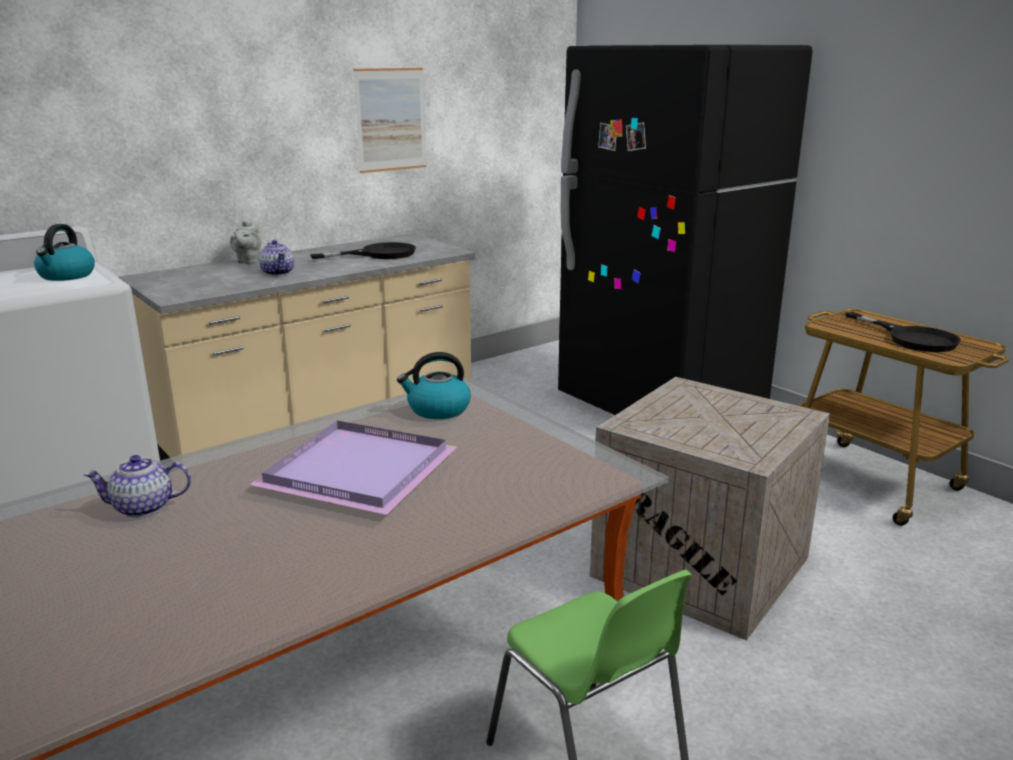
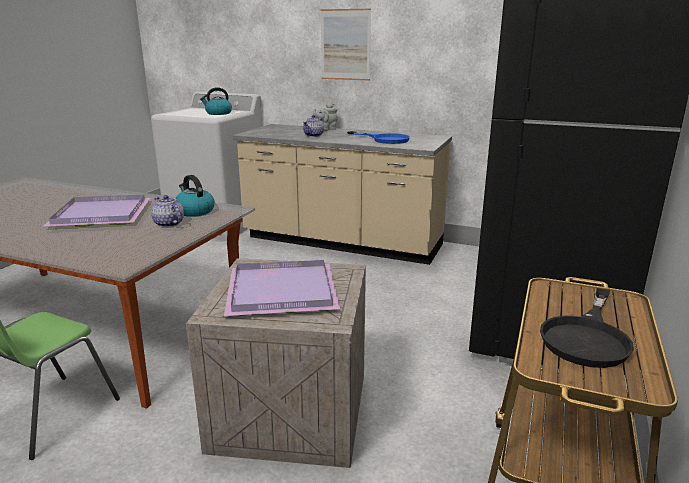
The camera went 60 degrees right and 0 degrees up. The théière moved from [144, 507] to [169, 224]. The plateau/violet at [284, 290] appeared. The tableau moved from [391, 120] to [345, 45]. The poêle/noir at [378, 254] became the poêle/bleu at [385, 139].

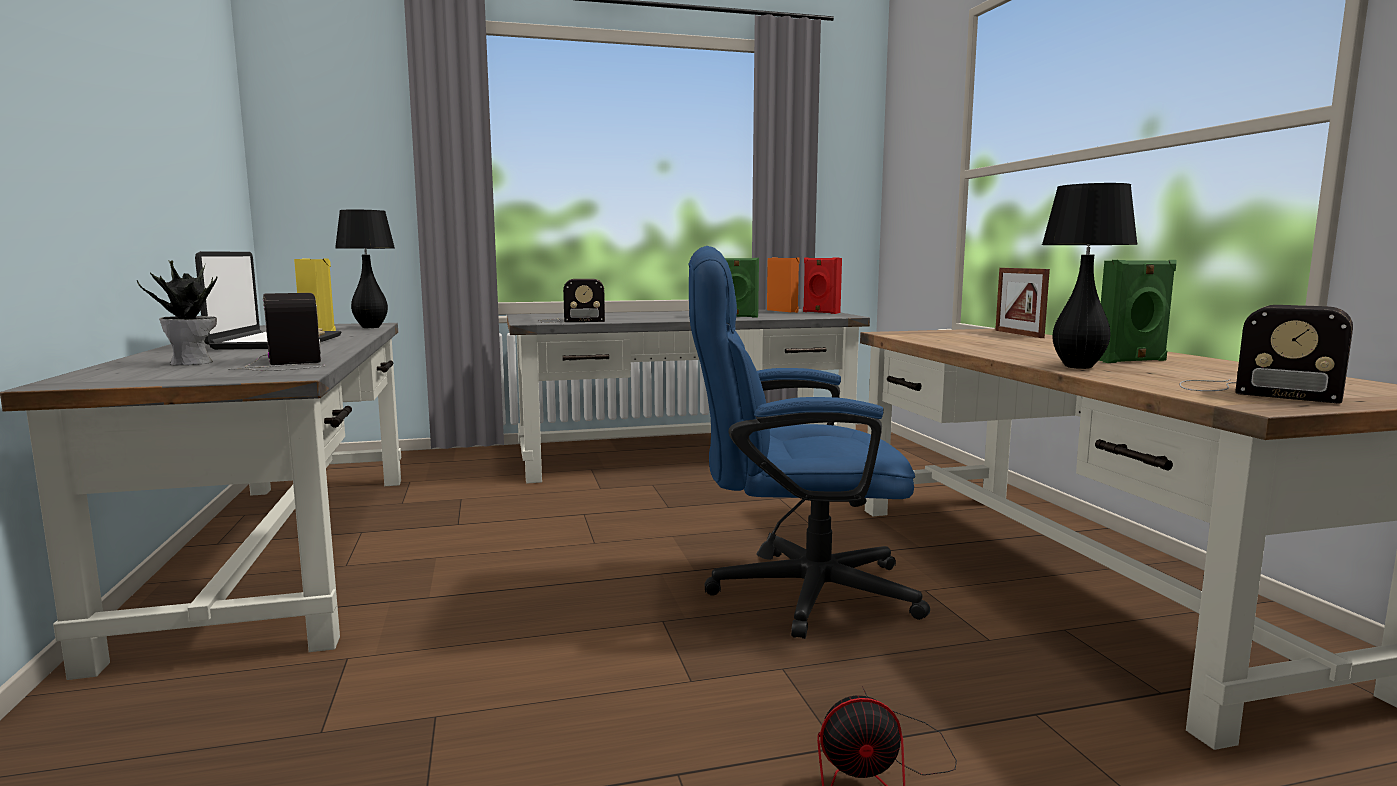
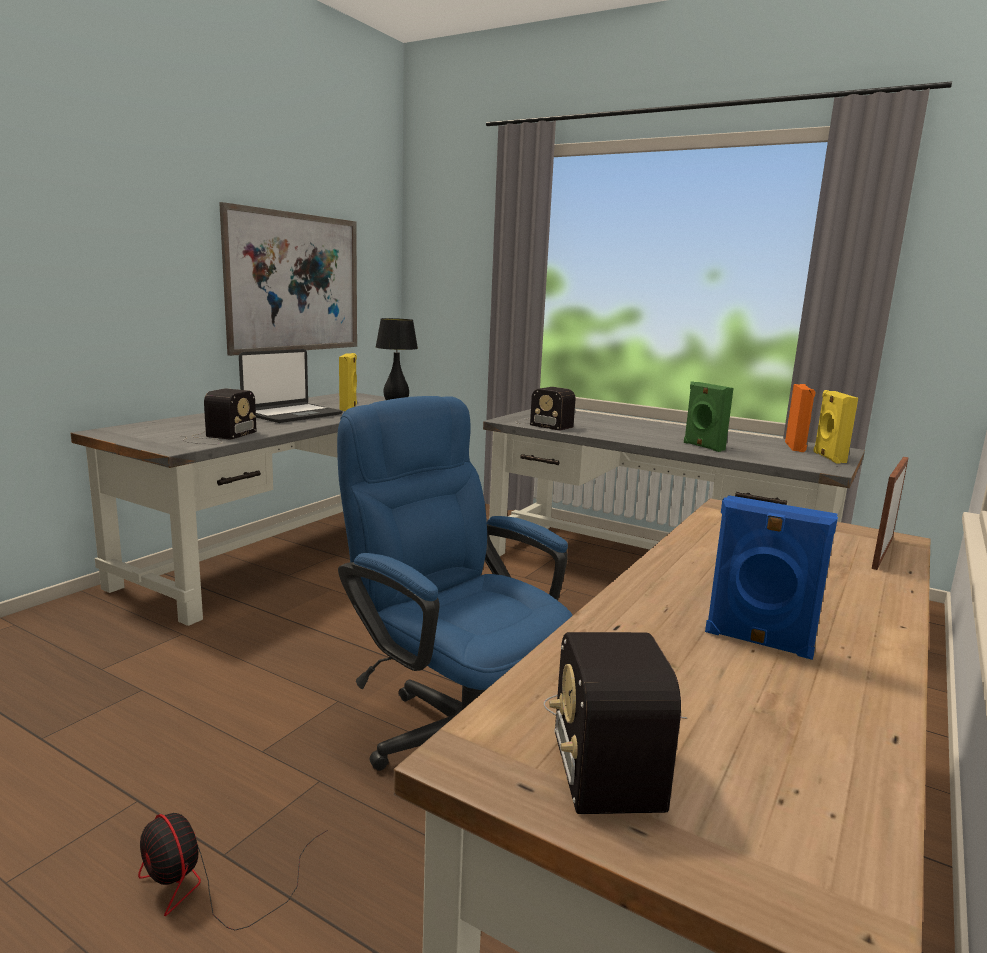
The camera went 45 degrees right and 5 degrees up. The tableau at [295, 283] appeared. The enceinte/vert at [1133, 361] became the enceinte/bleu at [758, 642]. The enceinte/rouge at [820, 312] became the enceinte/jaune at [828, 457]. The plante en pot at [193, 363] disappeared. The lampe de table/noir at [1078, 367] disappeared.

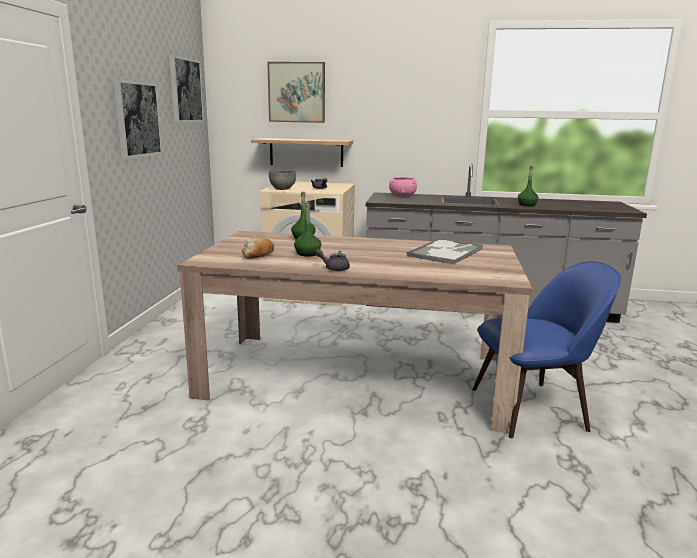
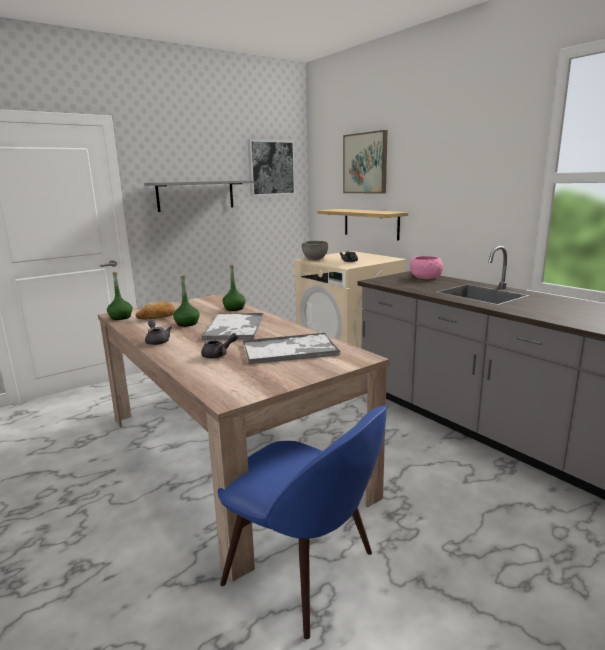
The camera went 45 degrees right and 0 degrees up. The bouteille/vert moved from [527, 205] to [121, 317]. The tableau at [137, 119] was replaced by the étagère/gris at [196, 195]. The plateau at [234, 327] appeared. The théière/gris at [218, 355] appeared.

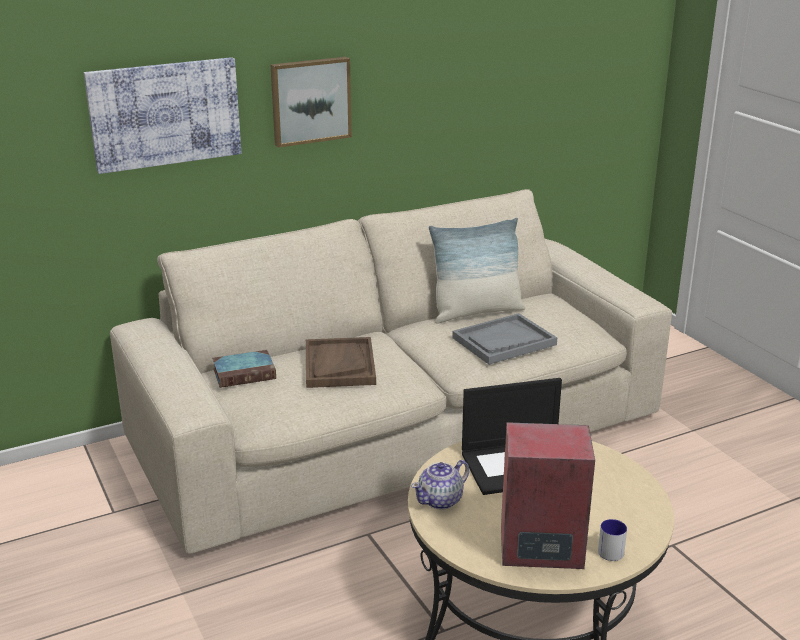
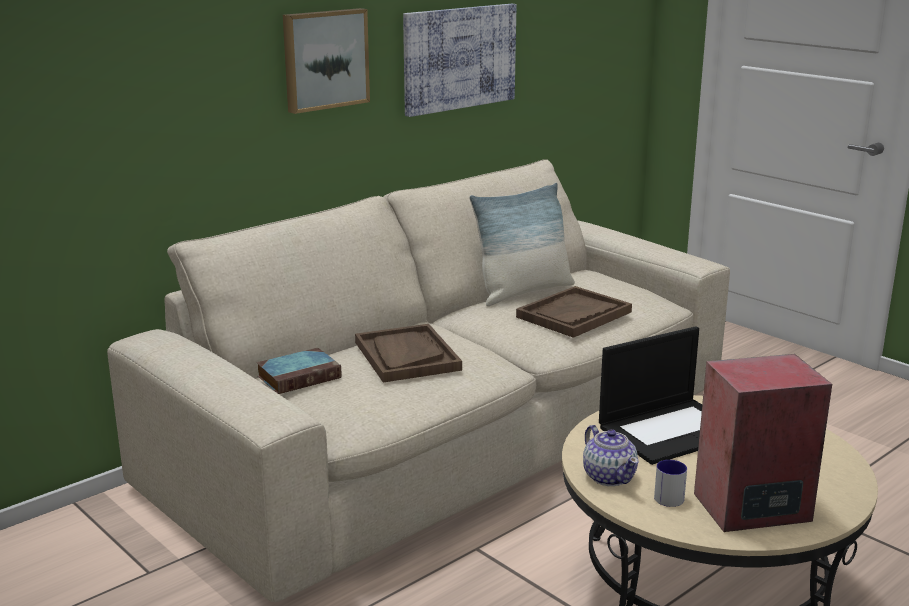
The camera went 15 degrees left and 5 degrees down. The tableau moved from [165, 114] to [459, 58]. The plateau/gris at [504, 341] became the plateau/marron at [574, 315]. The théière at [441, 500] turned 60 degrees counterclockwise. The mug moved from [610, 549] to [667, 495].

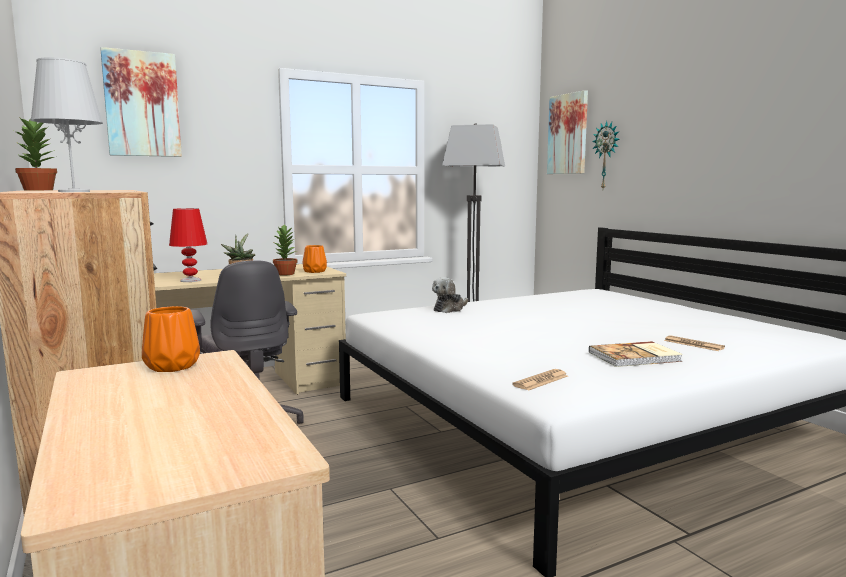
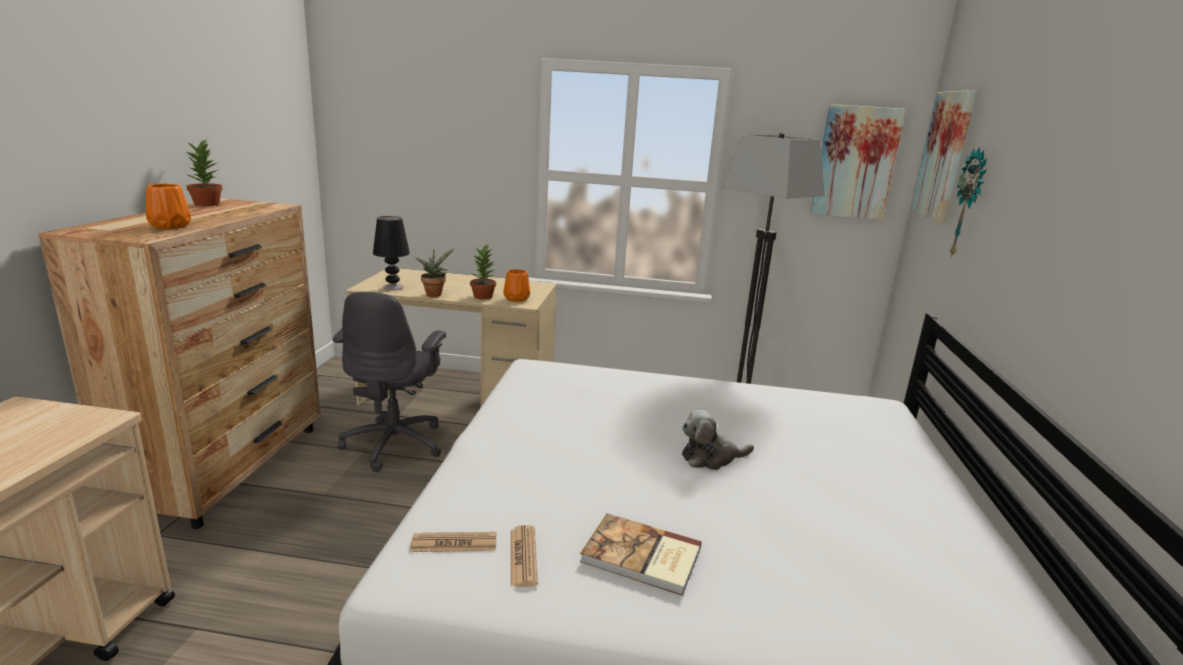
The camera went 35 degrees right and 10 degrees up. The vase/orange moved from [171, 366] to [170, 225]. The lampe de table/rouge at [191, 280] became the lampe de table/noir at [393, 287]. The journal moved from [693, 344] to [523, 556]. The peluche moved from [449, 309] to [711, 457]. The tableau moved from [142, 104] to [855, 162]. The lampe de table/blanc at [74, 191] disappeared.

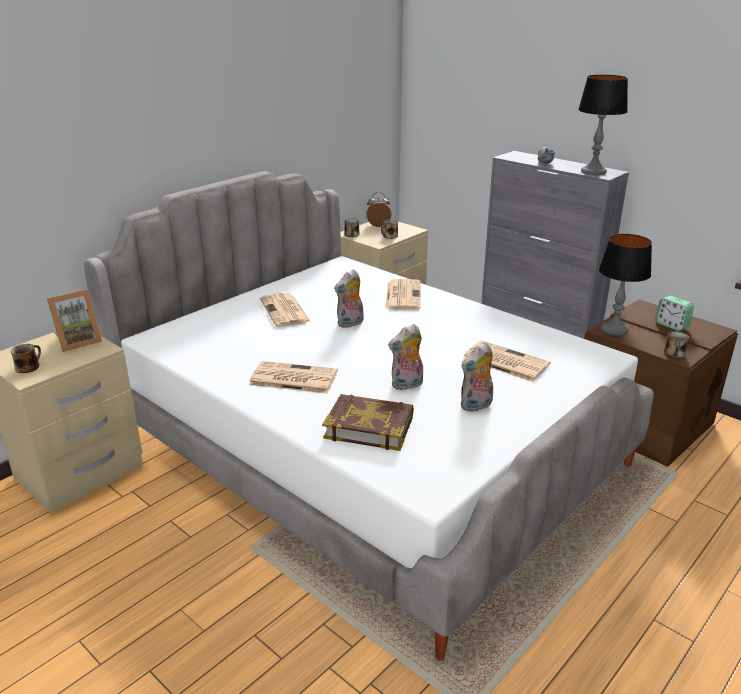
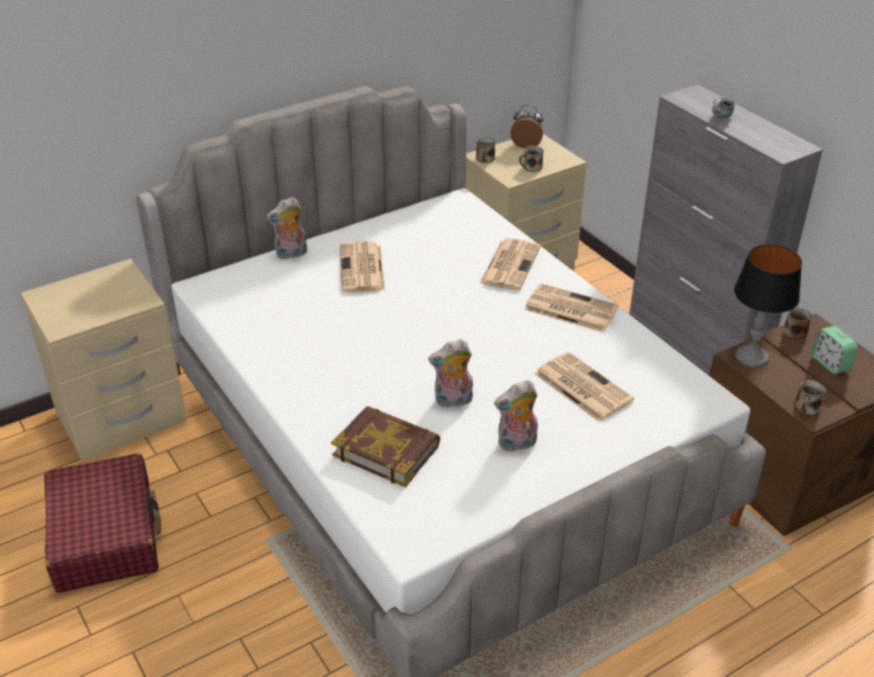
The camera went 15 degrees right and 10 degrees up. The valise/rouge at [105, 535] appeared. The peluche moved from [350, 323] to [291, 254]. The journal moved from [292, 378] to [569, 308]. The mug moved from [28, 366] to [795, 331]. The cadre photo at [78, 341] disappeared. The lampe de table at [593, 172] disappeared.

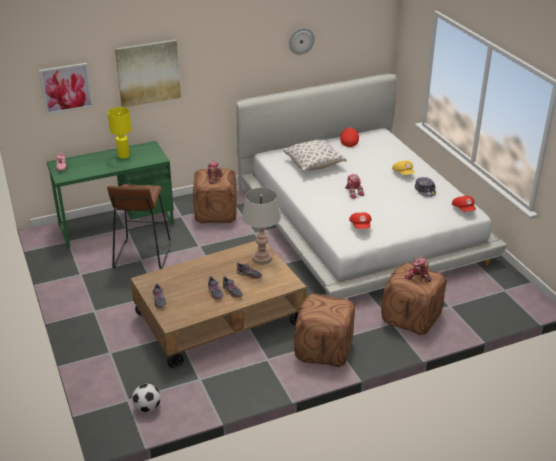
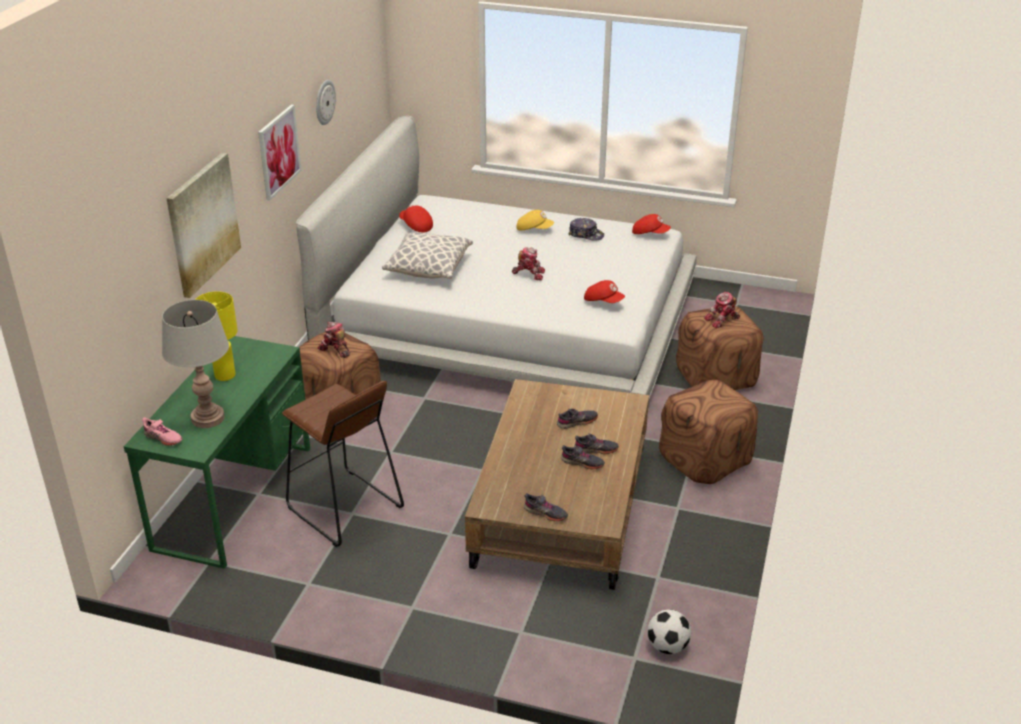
The camera went 50 degrees left and 0 degrees up. The lampe de table/gris moved from [261, 258] to [207, 418]. The tableau moved from [66, 88] to [279, 151].

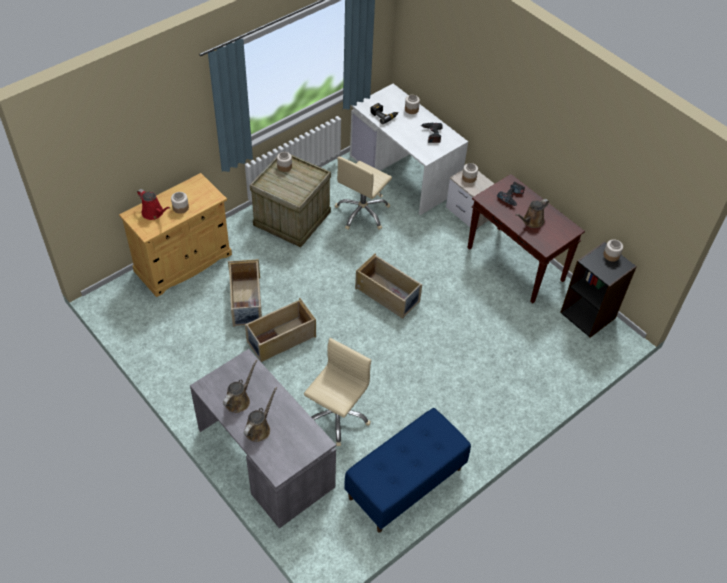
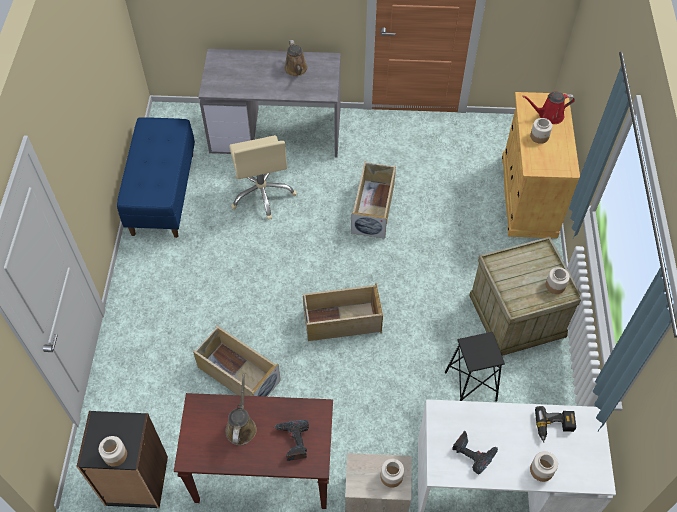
The camera went 135 degrees right and 5 degrees up. The boîte de rangement/beige moved from [246, 302] to [238, 374]. The chaise de bureau/beige at [362, 212] was replaced by the tabouret/noir at [471, 386]. The arrosoir/marron at [259, 428] disappeared.

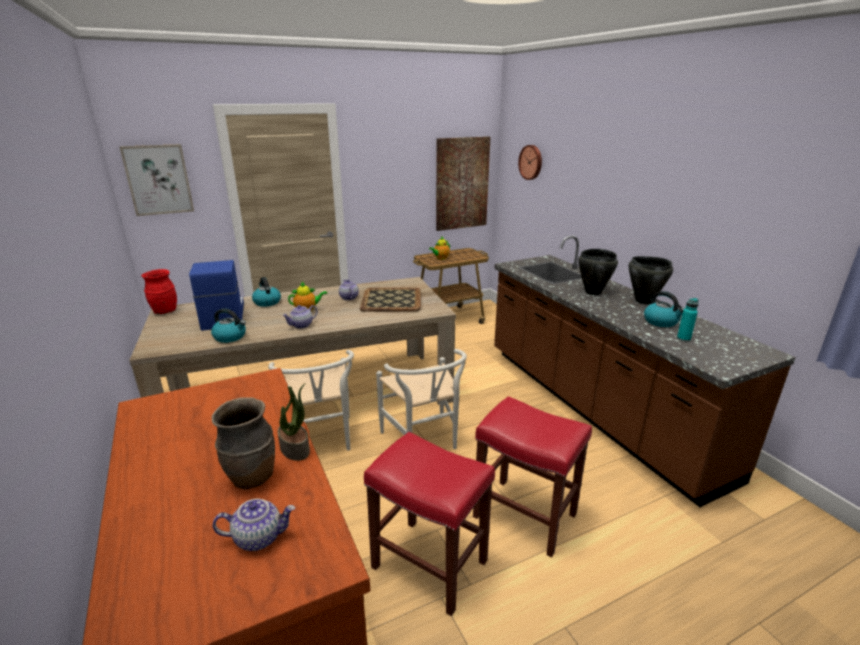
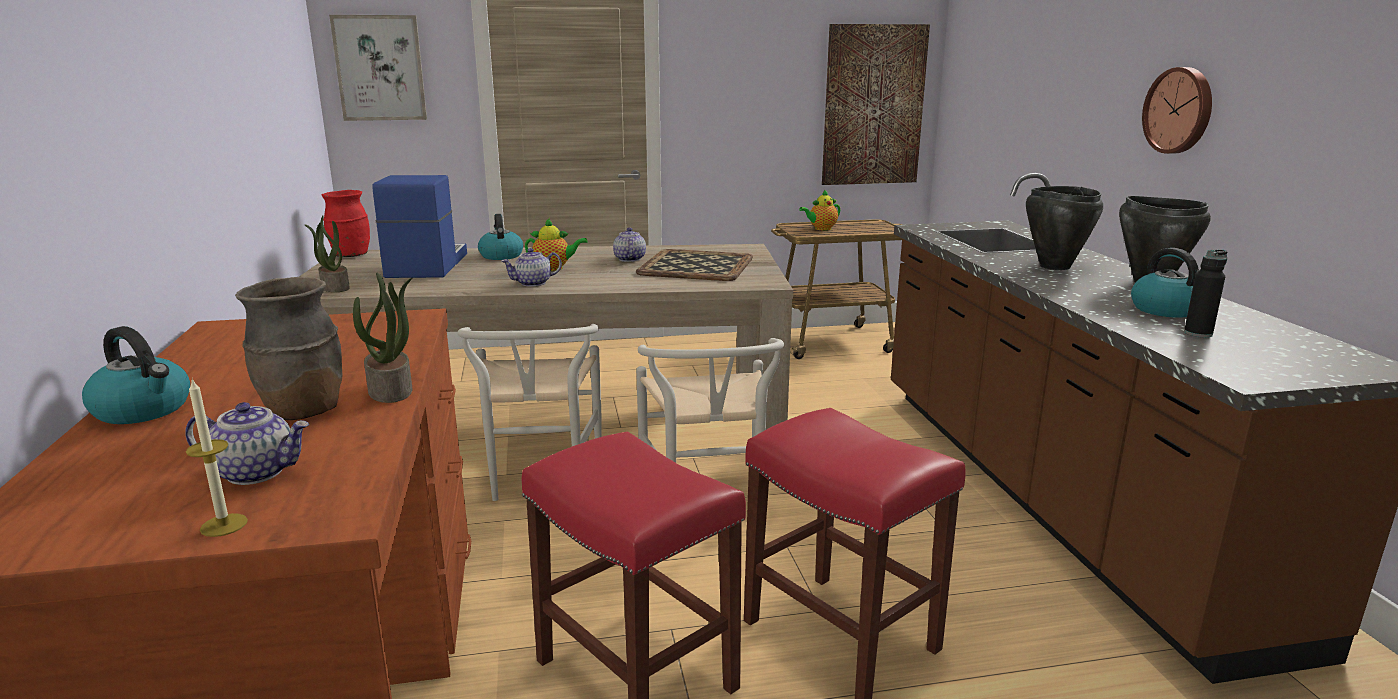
The camera went 15 degrees right and 5 degrees down. The bouilloire moved from [230, 337] to [144, 410]. The bougie at [224, 525] appeared. The plante en pot at [334, 287] appeared. The horloge murale moved from [531, 162] to [1180, 110]. The bouteille/turquoise at [683, 338] became the bouteille/noir at [1198, 333].

